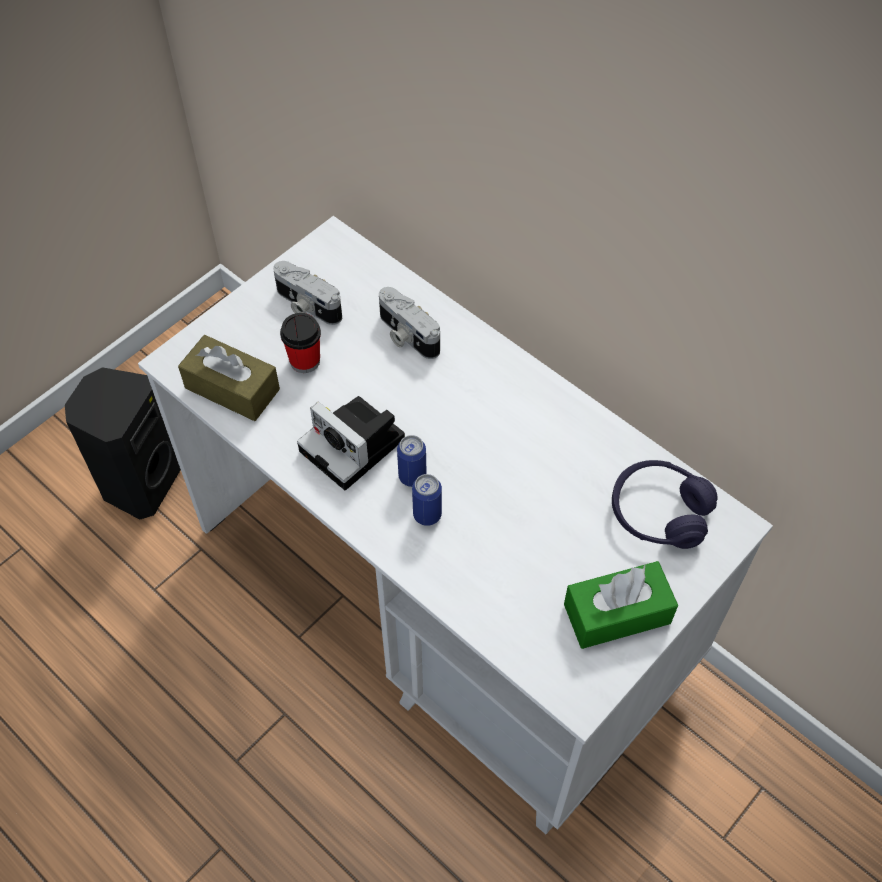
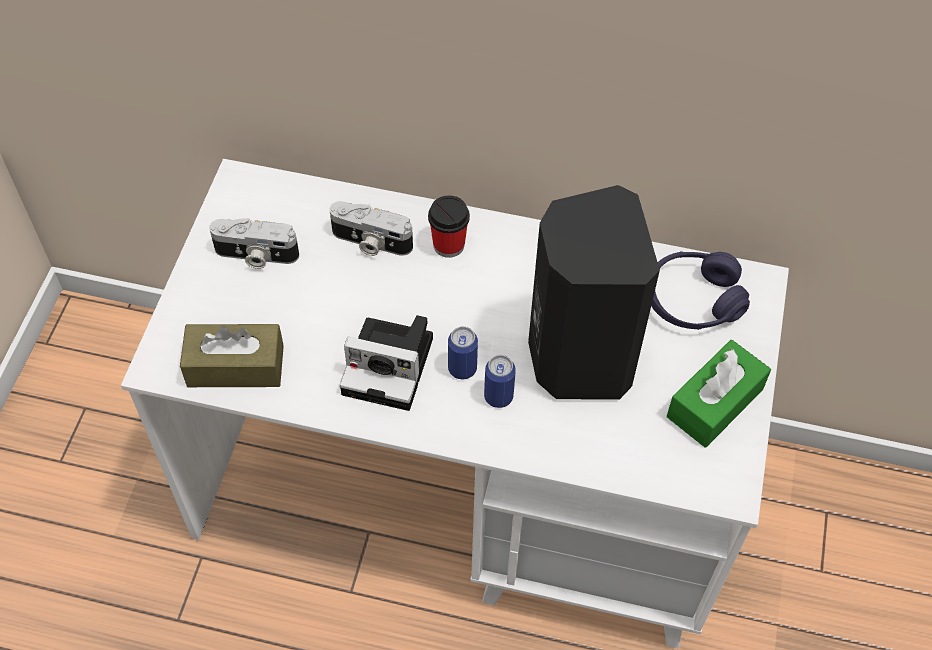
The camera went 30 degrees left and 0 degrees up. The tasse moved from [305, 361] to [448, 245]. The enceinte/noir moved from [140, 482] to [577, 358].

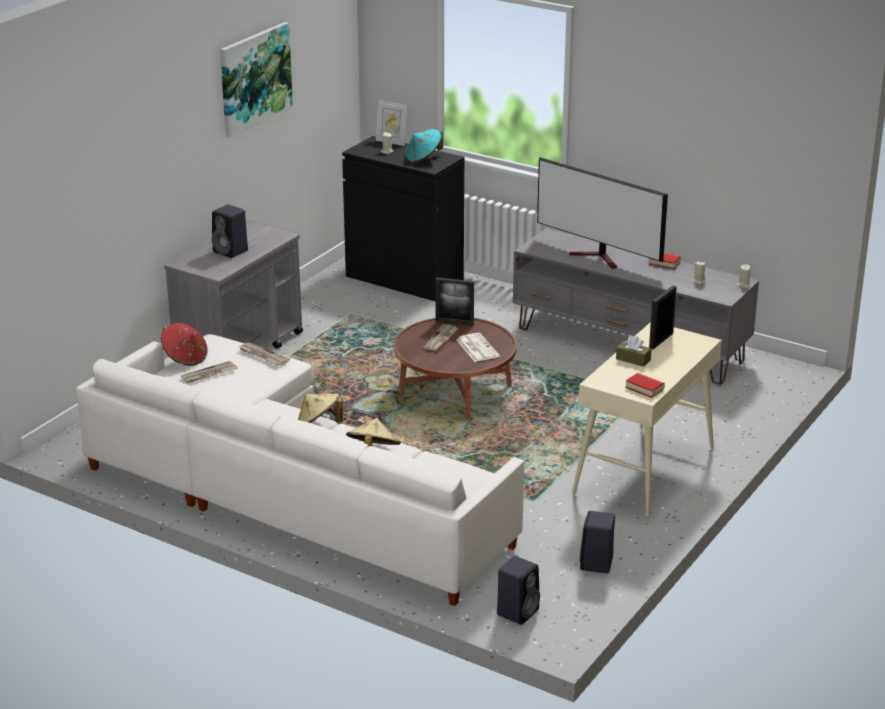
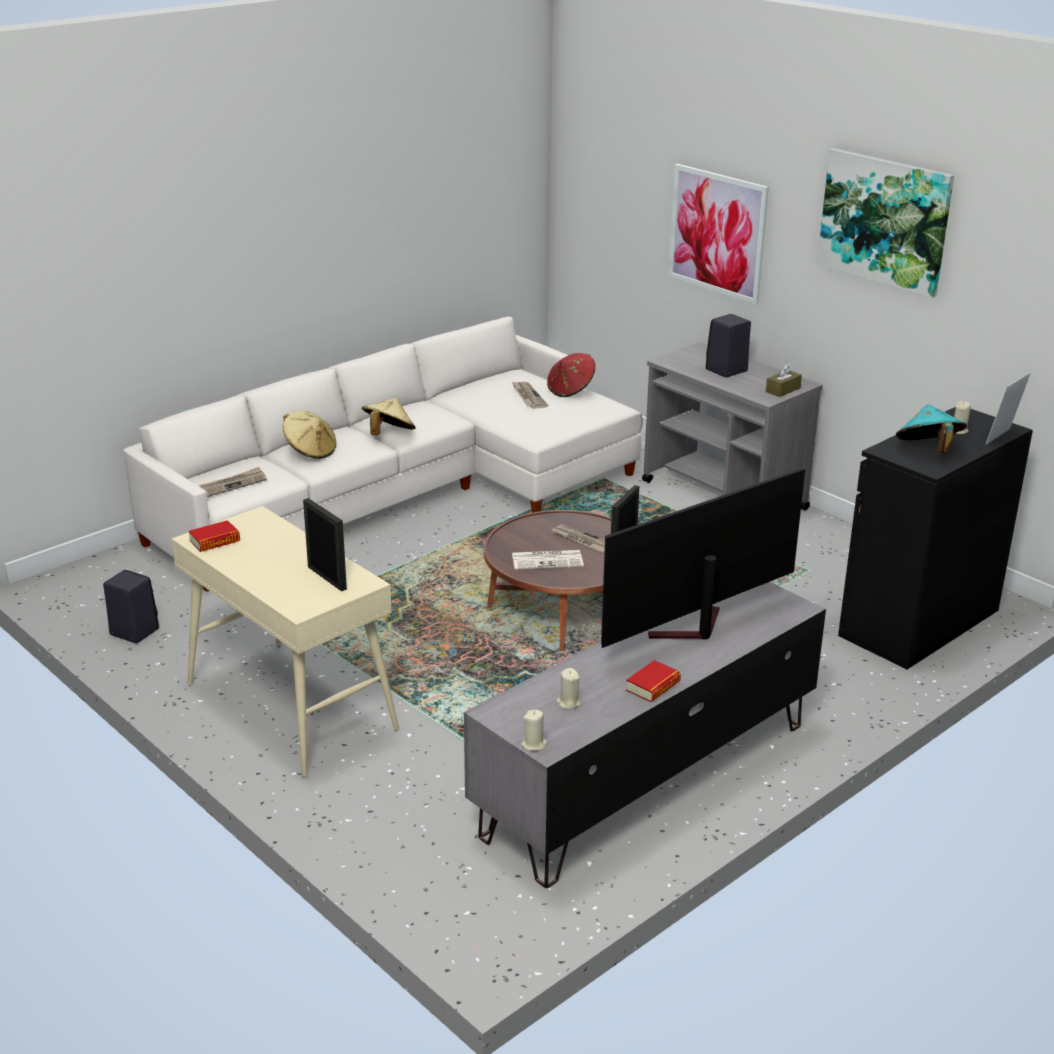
The camera went 105 degrees right and 0 degrees up. The journal moved from [263, 356] to [233, 484]. The tableau at [717, 233] appeared. The boîte à mouchoirs/marron moved from [633, 359] to [783, 390]. The enceinte/noir at [518, 611] disappeared.

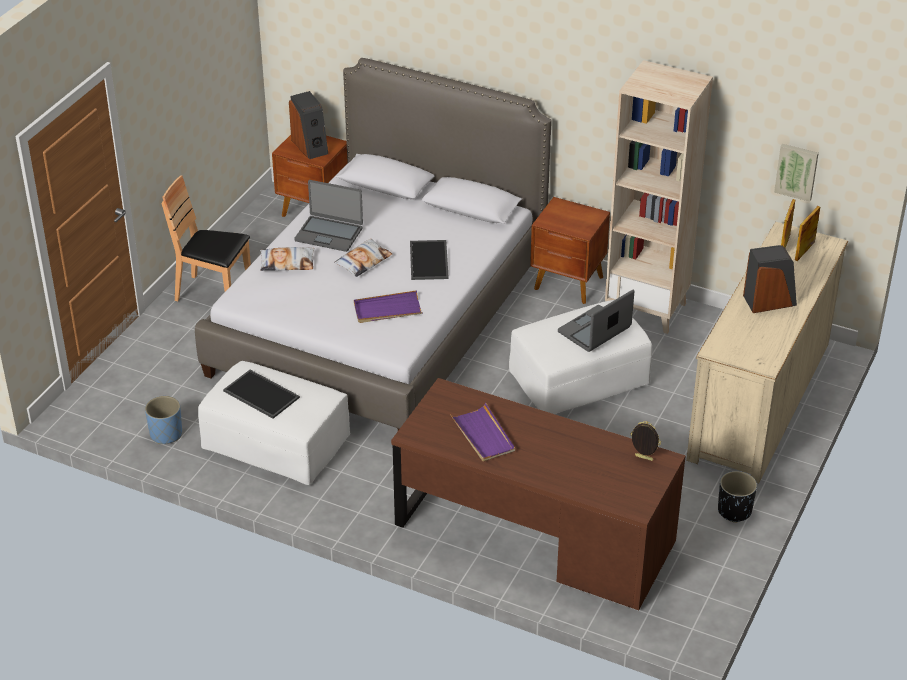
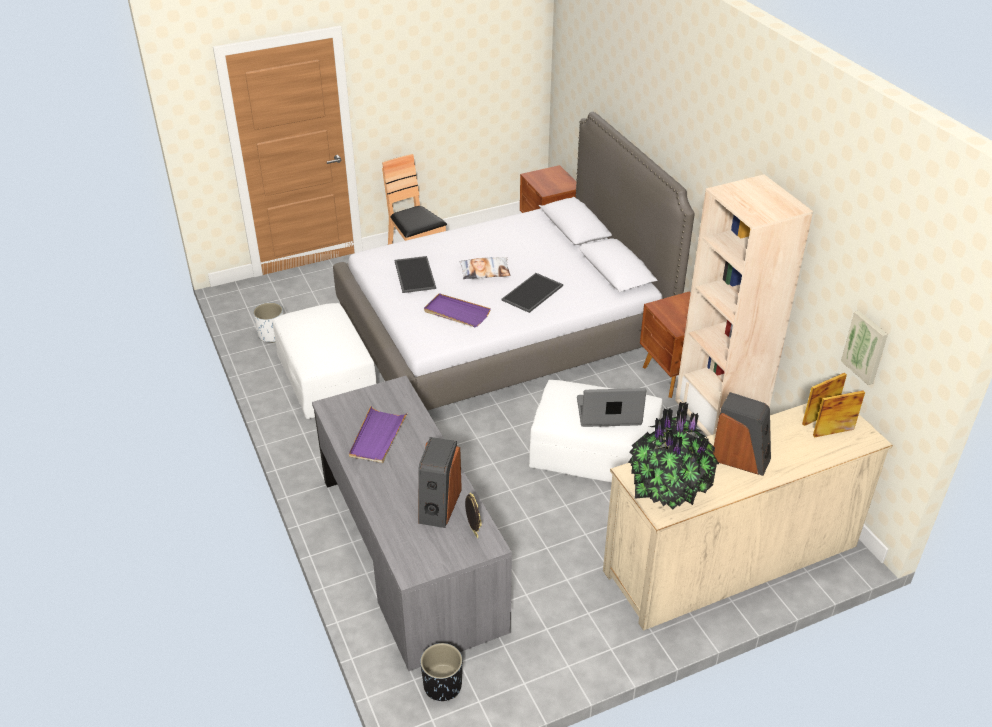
The camera went 40 degrees right and 0 degrees up. The cache-pot/bleu at [166, 434] became the cache-pot/blanc at [272, 335]. The bureau/marron at [534, 534] became the bureau/gris at [410, 553]. The plateau moved from [260, 394] to [414, 274]. The enceinte moved from [310, 146] to [439, 505]. The cache-pot/noir moved from [734, 511] to [442, 685]. The plante en pot at [668, 488] appeared. The coussin at [287, 263] disappeared. The ordinateur portable at [329, 234] disappeared.

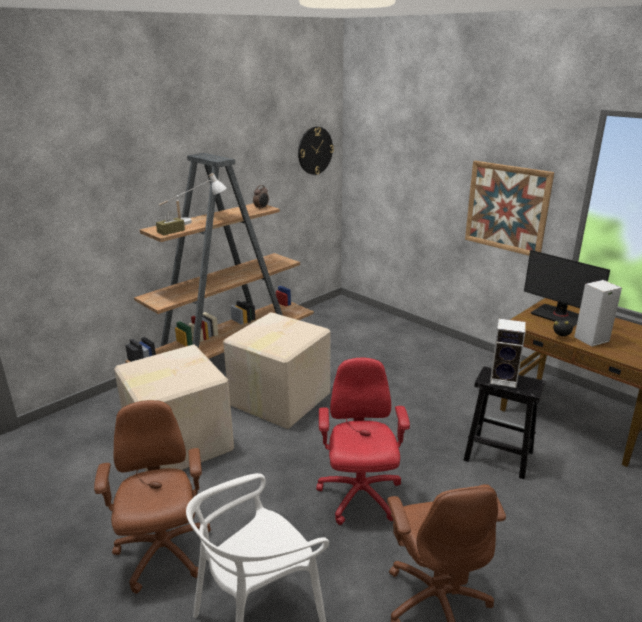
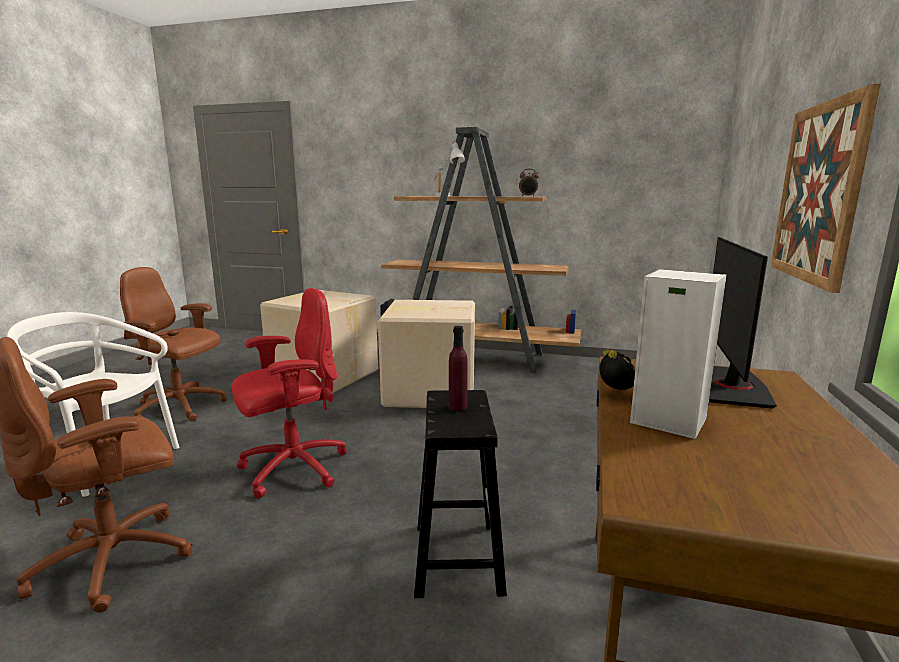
The camera went 60 degrees right and 10 degrees down. The chaise de bureau/marron at [163, 554] turned 120 degrees counterclockwise. The enceinte at [504, 379] was replaced by the bouteille/violet at [457, 407]. The boîte à mouchoirs/marron at [171, 231] disappeared. The horloge murale at [315, 150] disappeared.

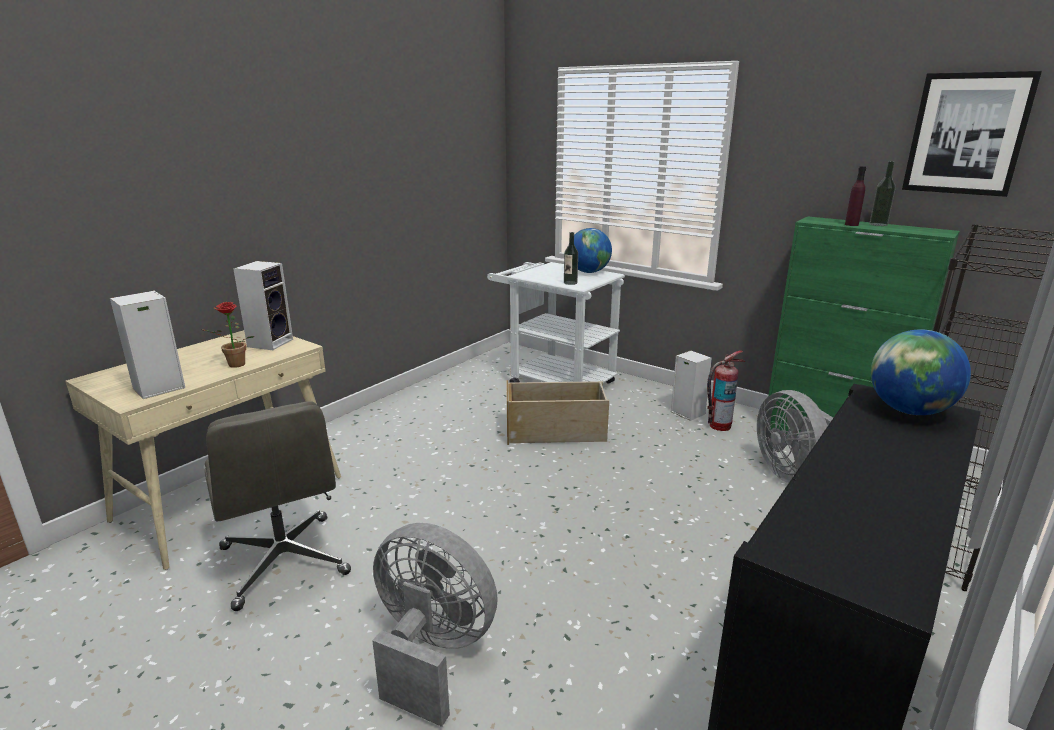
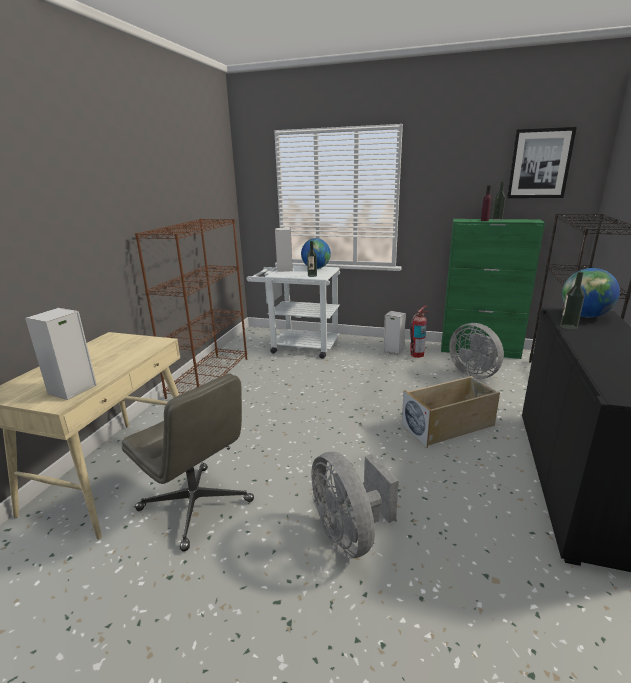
The camera went 20 degrees left and 0 degrees up. The bibliothèque/marron at [209, 376] appeared. The enceinte moved from [270, 342] to [284, 269]. The ventilateur/gris at [431, 652] turned 120 degrees counterclockwise. The boîte de rangement/beige moved from [556, 431] to [448, 425]. The bouteille at [568, 327] appeared. The plante en pot at [234, 365] disappeared.

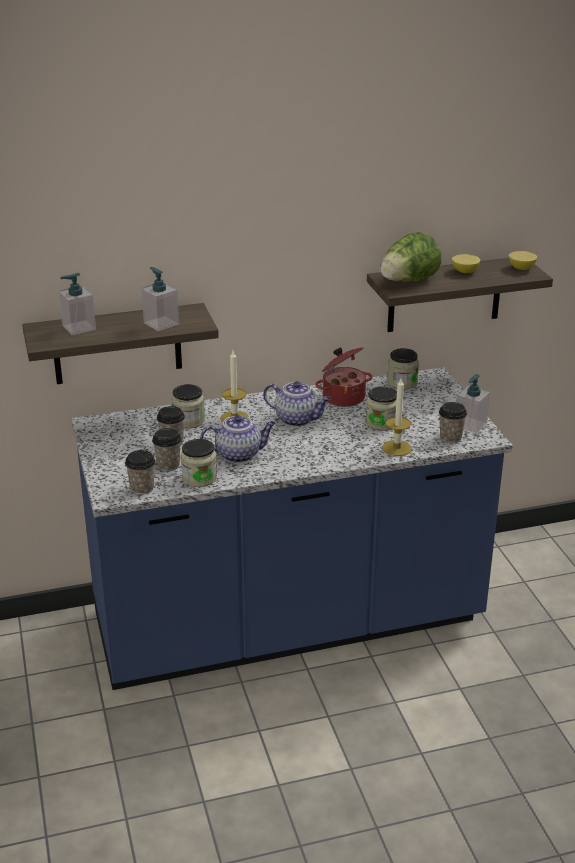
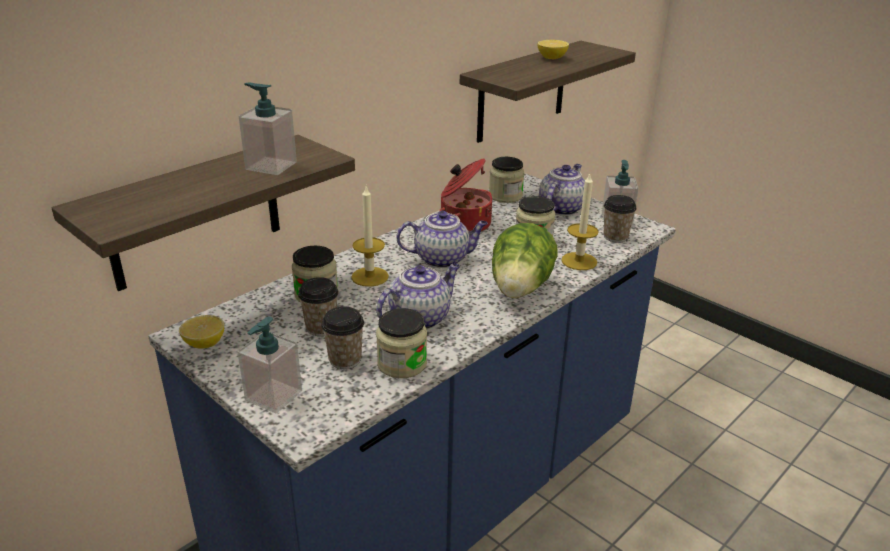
The camera went 30 degrees left and 0 degrees up. The citron moved from [521, 268] to [204, 344]. The distributeur de savon moved from [79, 328] to [273, 396]. The laitue moved from [408, 281] to [520, 290]. The théière at [561, 208] appeared. The tasse at [142, 488] disappeared.

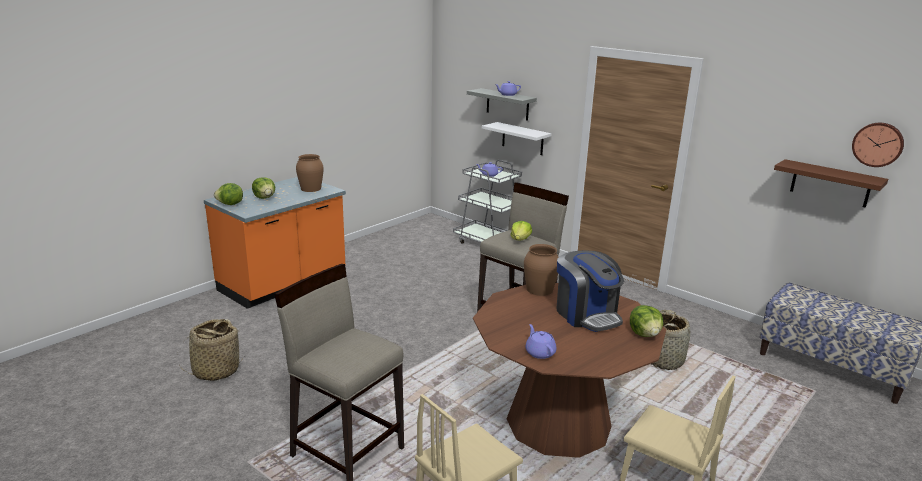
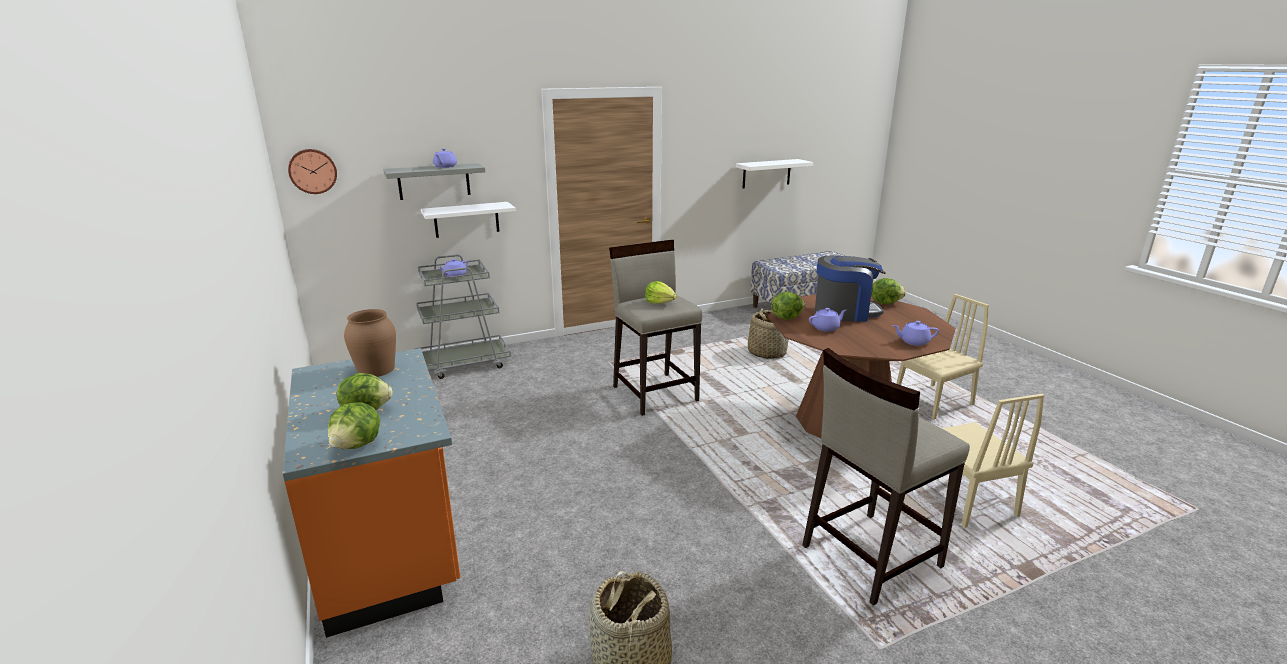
The camera went 65 degrees left and 0 degrees up. The horloge murale moved from [878, 144] to [313, 171]. The étagère/marron at [830, 183] became the étagère/blanc at [766, 173]. The vase/marron at [539, 289] was replaced by the laitue at [786, 317]. The théière/violet at [826, 328] appeared.

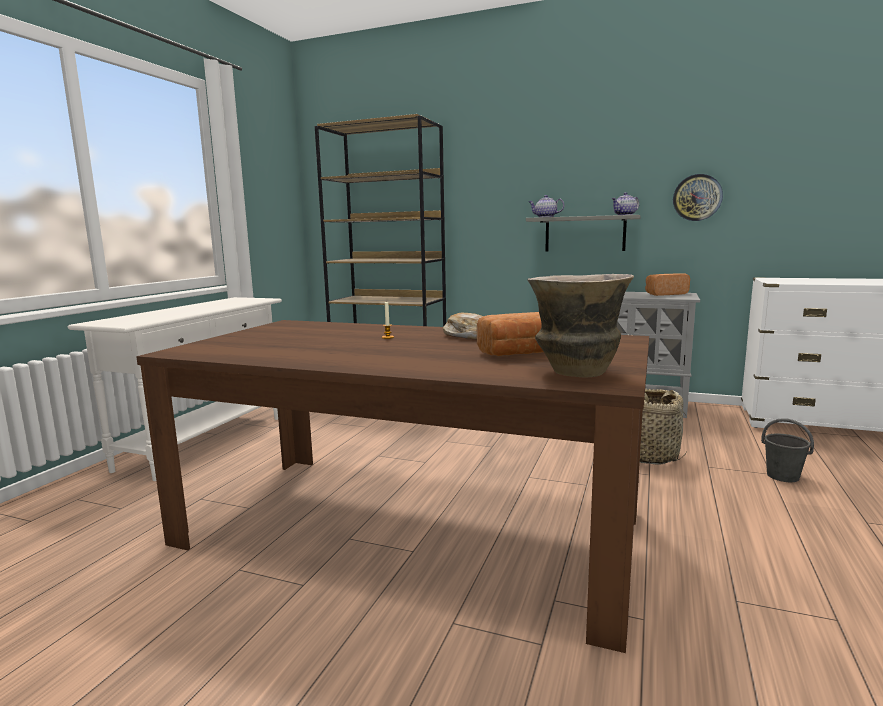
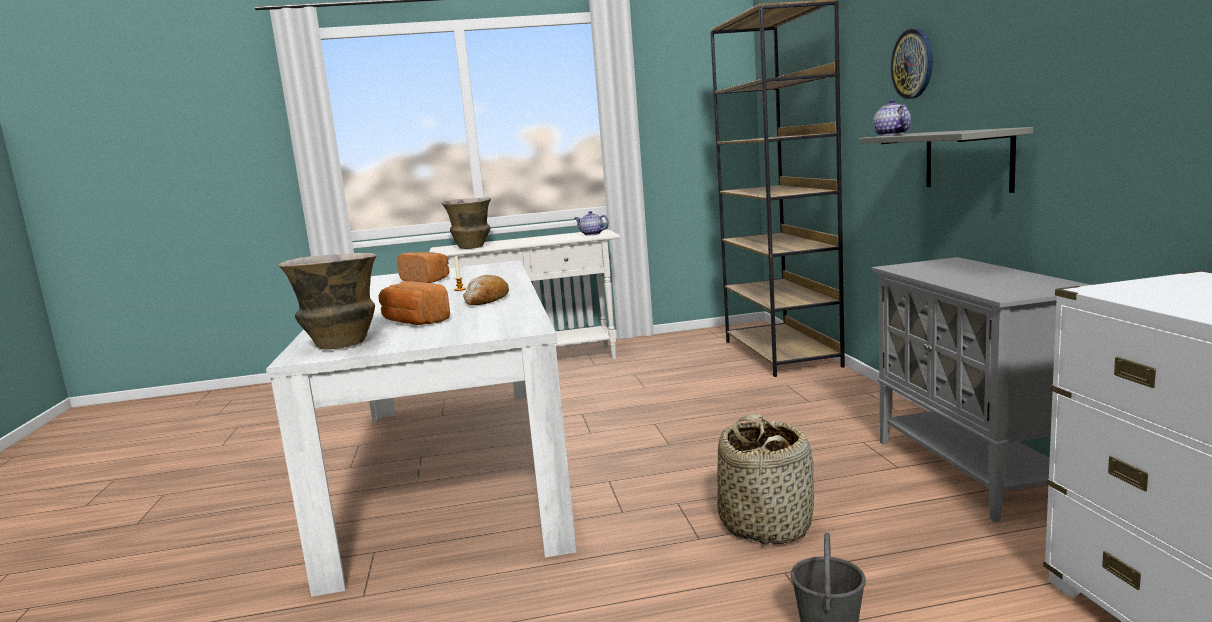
The camera went 60 degrees right and 0 degrees up. The table à manger/marron at [410, 528] became the table à manger/blanc at [452, 469]. The pain moved from [665, 294] to [426, 280]. The vase at [472, 247] appeared. The théière moved from [625, 215] to [591, 234]. The horloge murale moved from [697, 197] to [913, 64].

